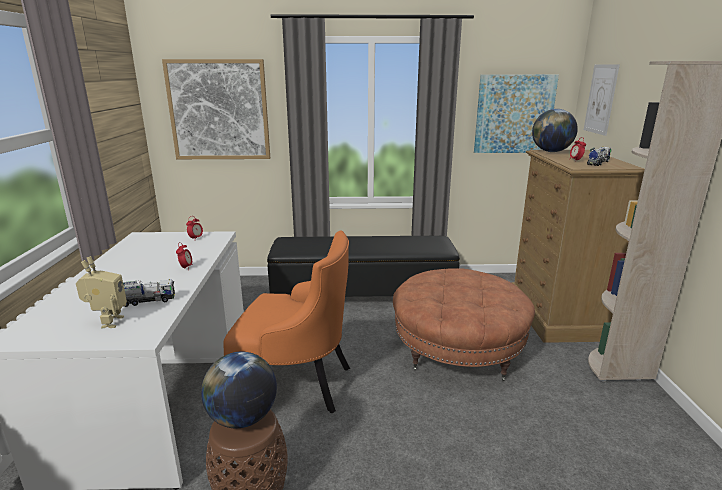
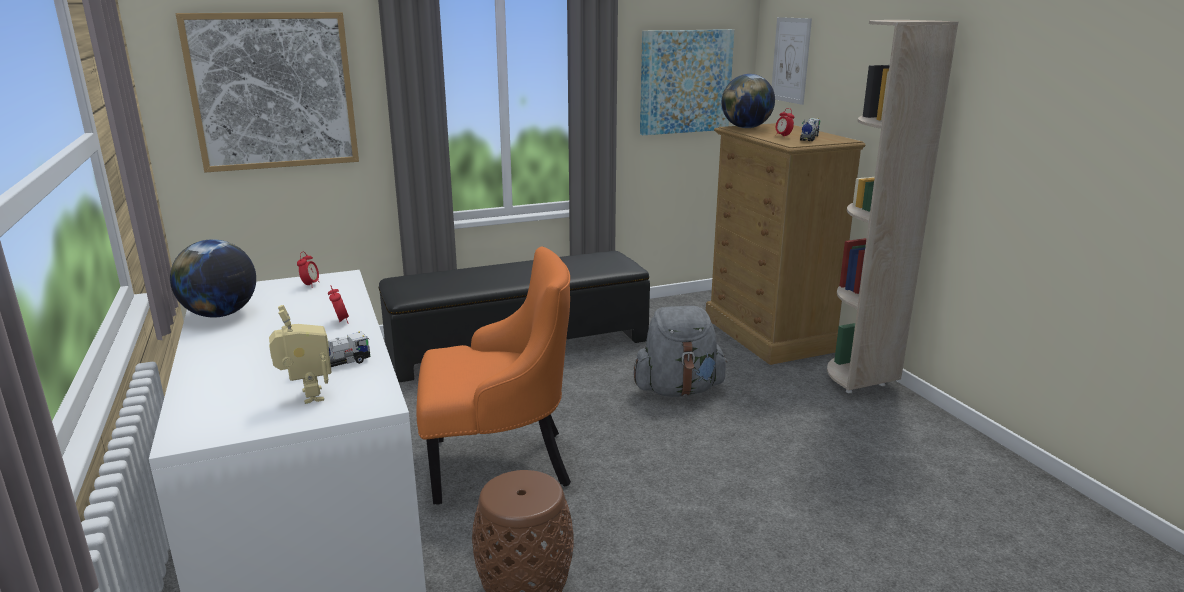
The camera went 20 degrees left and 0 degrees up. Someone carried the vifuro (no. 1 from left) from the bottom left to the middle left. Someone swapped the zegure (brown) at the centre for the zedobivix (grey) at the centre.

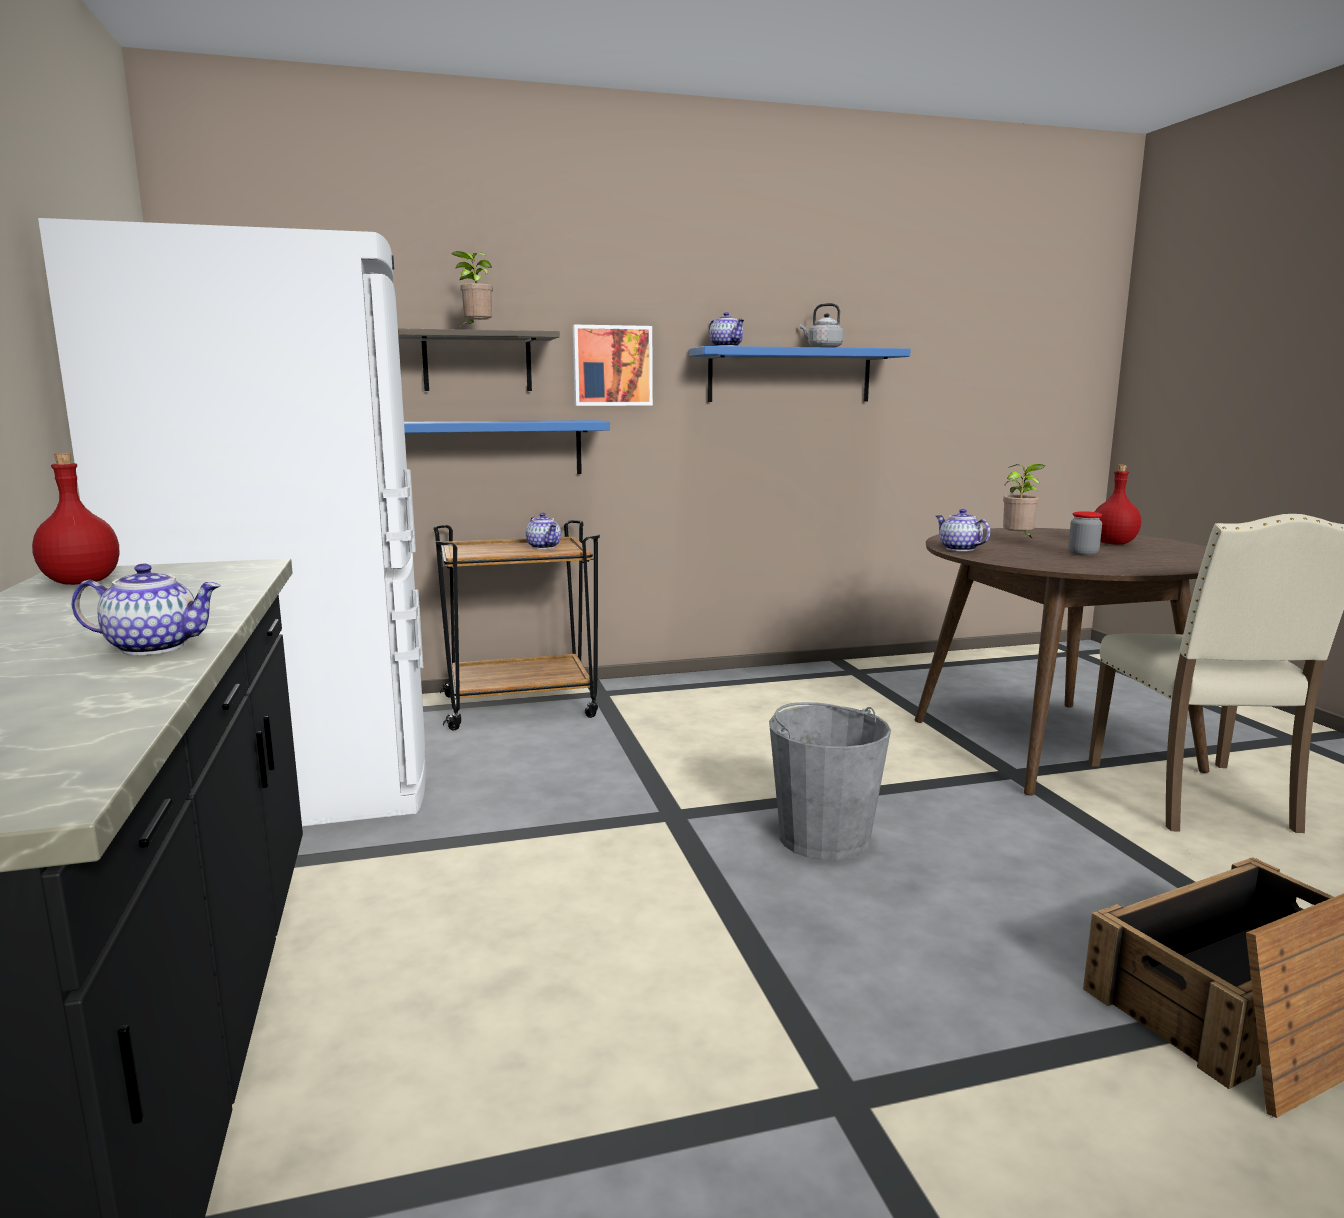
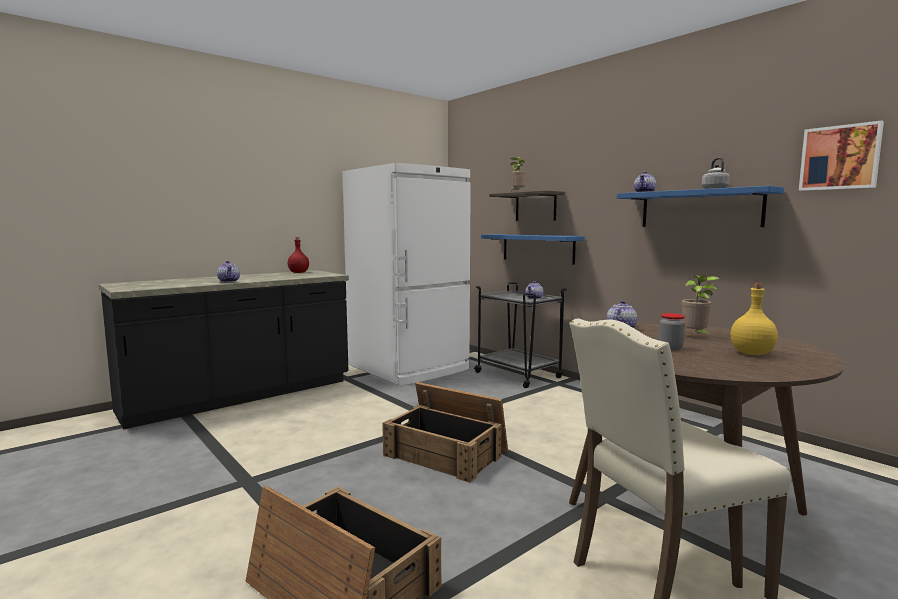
The camera went 65 degrees right and 5 degrees down. Someone carried the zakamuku from the top centre to the top right. Someone swapped the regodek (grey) at the centre for the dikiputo (no. 2 from left) at the bottom centre. Someone repainted the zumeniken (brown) at the centre, which became the zumeniken (grey) at the centre. Someone repainted the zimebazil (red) (no. 2 from left) at the middle right, which became the zimebazil (yellow) at the middle right.

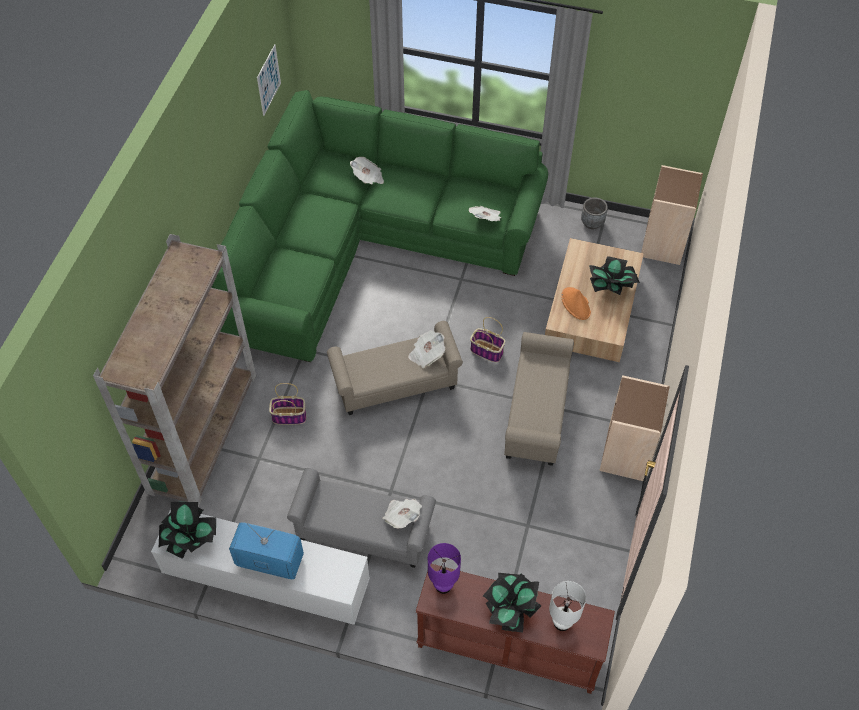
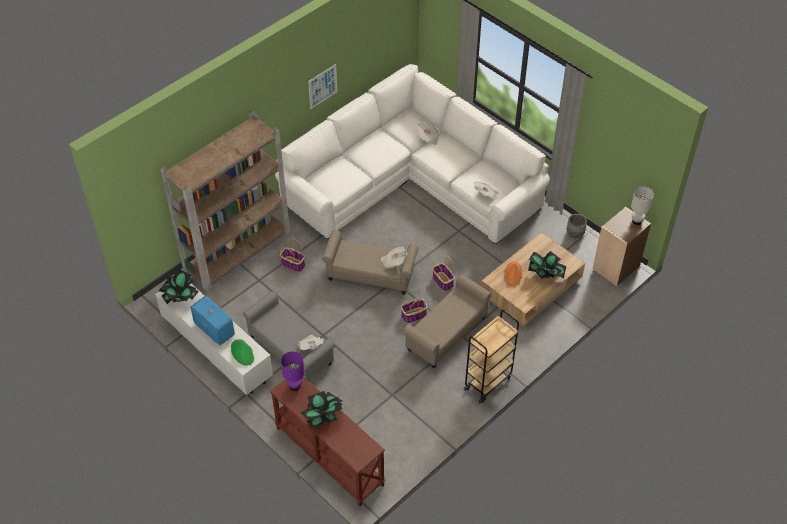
The camera went 30 degrees right and 5 degrees down. Someone put down the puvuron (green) at the bottom left. Someone put down the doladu (no. 2 from left) at the centre. Someone carried the zakamuku from the top left to the top centre. Someone carried the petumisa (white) from the bottom centre to the middle right. Someone swapped the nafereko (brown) (no. 2 from left) at the middle right for the zumeniken (brown) at the bottom centre. Someone repainted the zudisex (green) at the top centre, which became the zudisex (white) at the top centre.

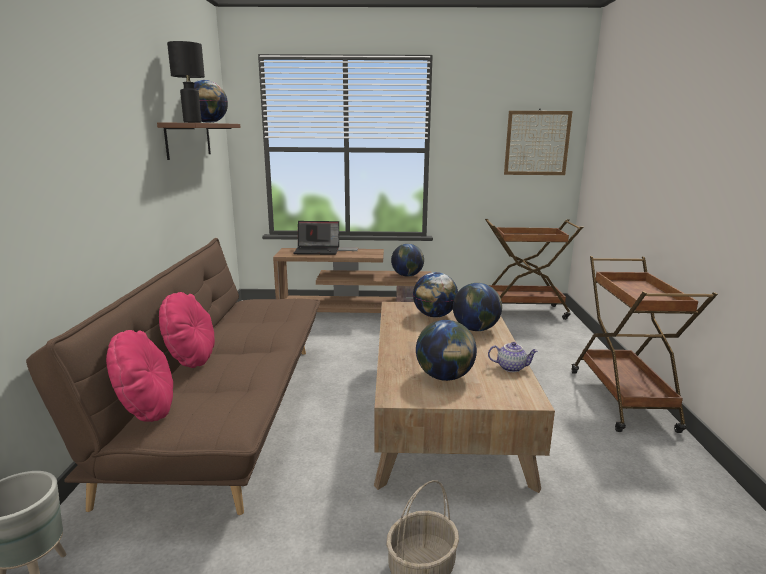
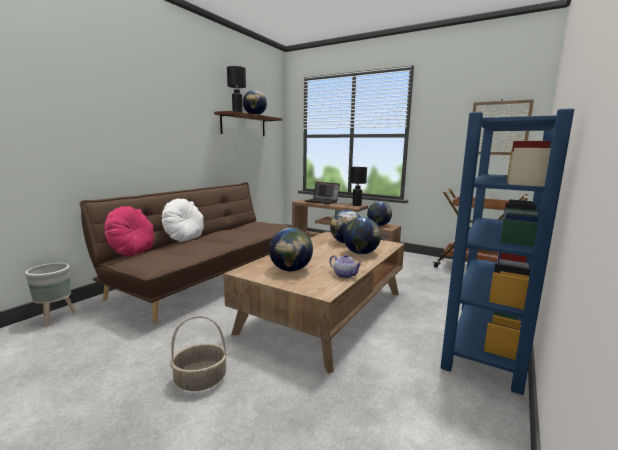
The camera went 30 degrees right and 5 degrees down. Someone put down the petumisa (black) (no. 2 from left) at the centre. Someone swapped the zumeniken (brown) (no. 2 from left) at the middle right for the nafereko (blue) at the middle right. Someone repainted the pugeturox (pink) (no. 2 from left) at the middle left, which became the pugeturox (white) at the middle left.

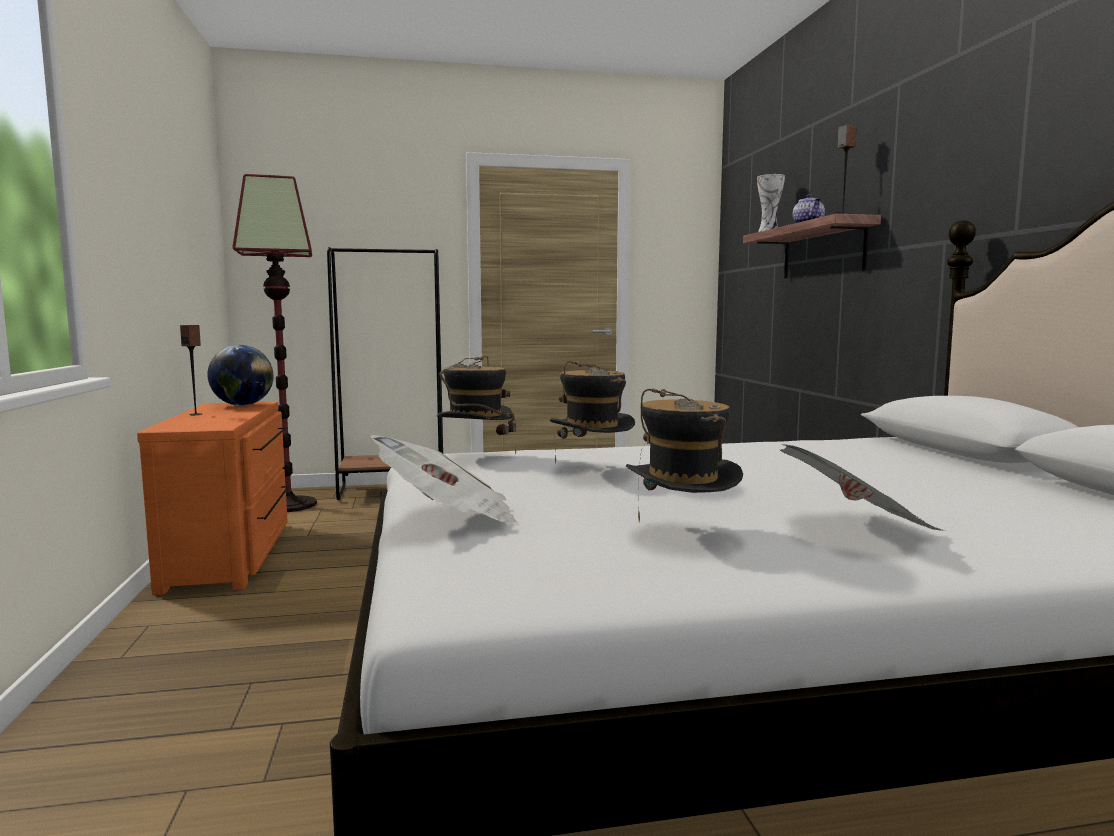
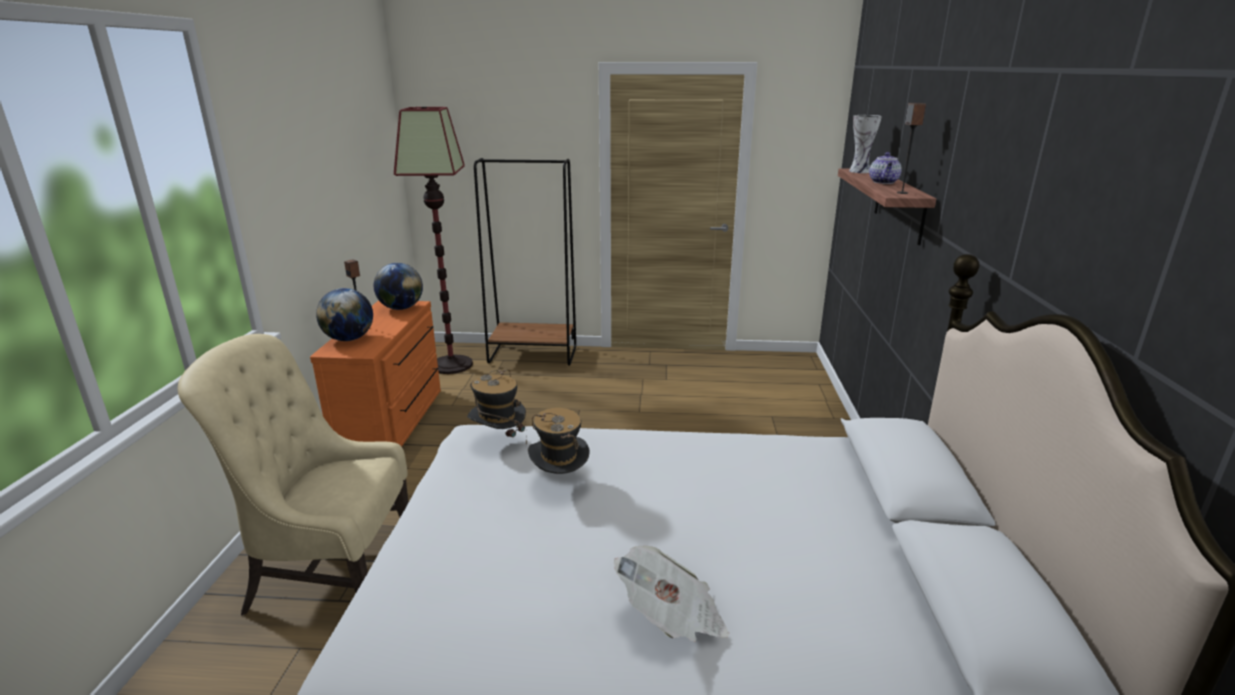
The camera went 15 degrees right and 15 degrees up. Someone took away the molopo (no. 1 from left) at the centre. Someone took away the puvuron (no. 3 from left) at the centre. Someone put down the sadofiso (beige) at the bottom left. Someone put down the vifuro (no. 1 from left) at the middle left.

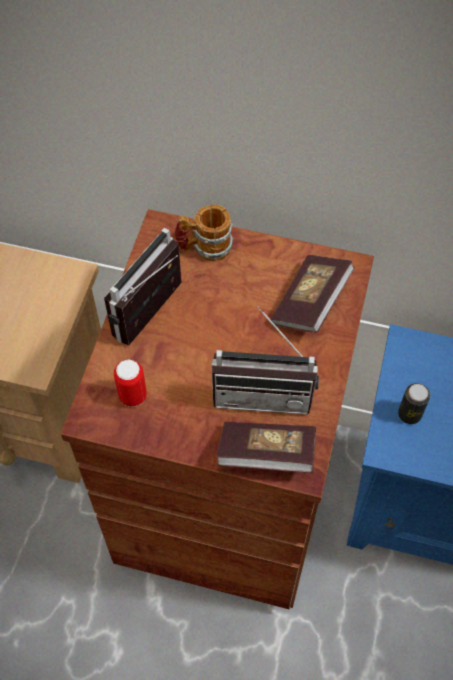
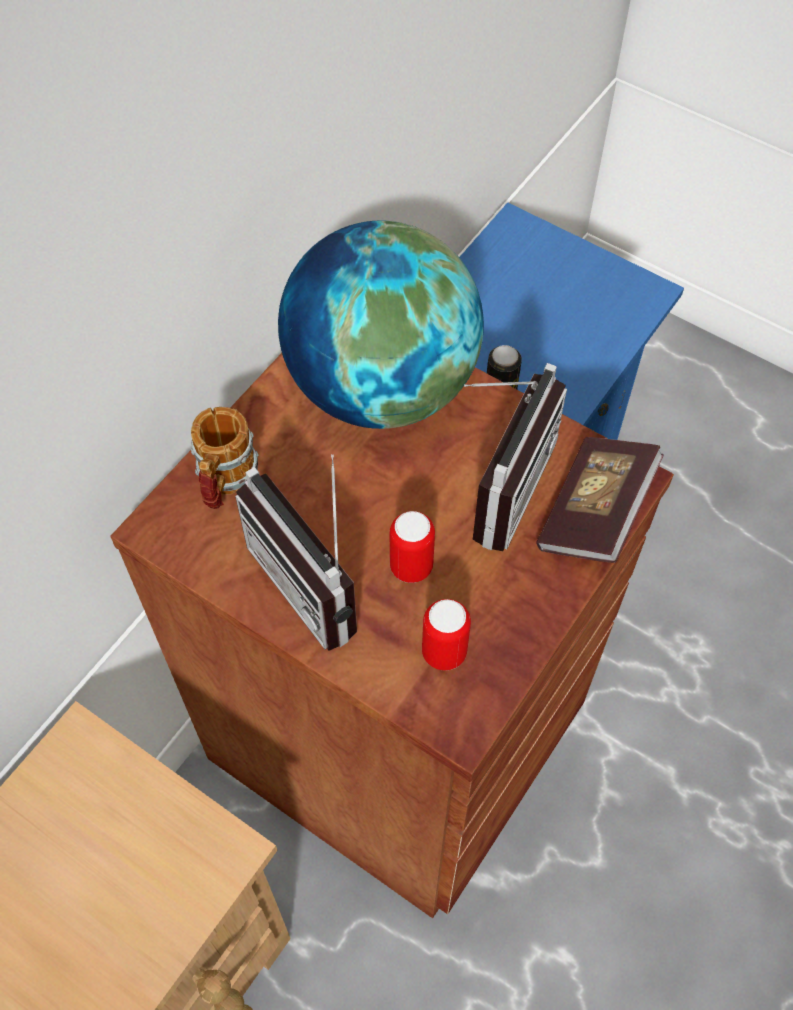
The camera went 70 degrees left and 0 degrees up. Someone put down the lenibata (no. 1 from left) at the centre. Someone swapped the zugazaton (no. 2 from left) at the middle right for the vifuro at the top centre.

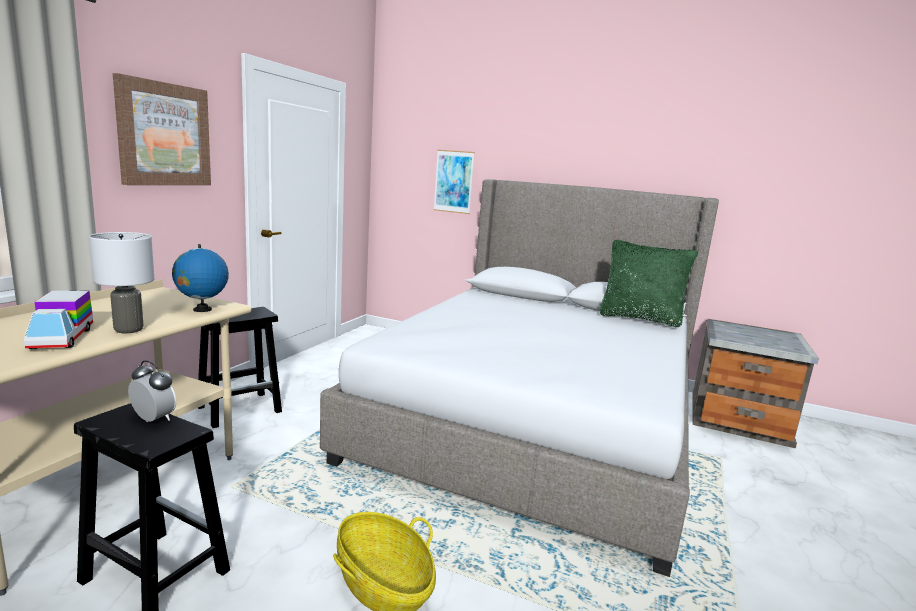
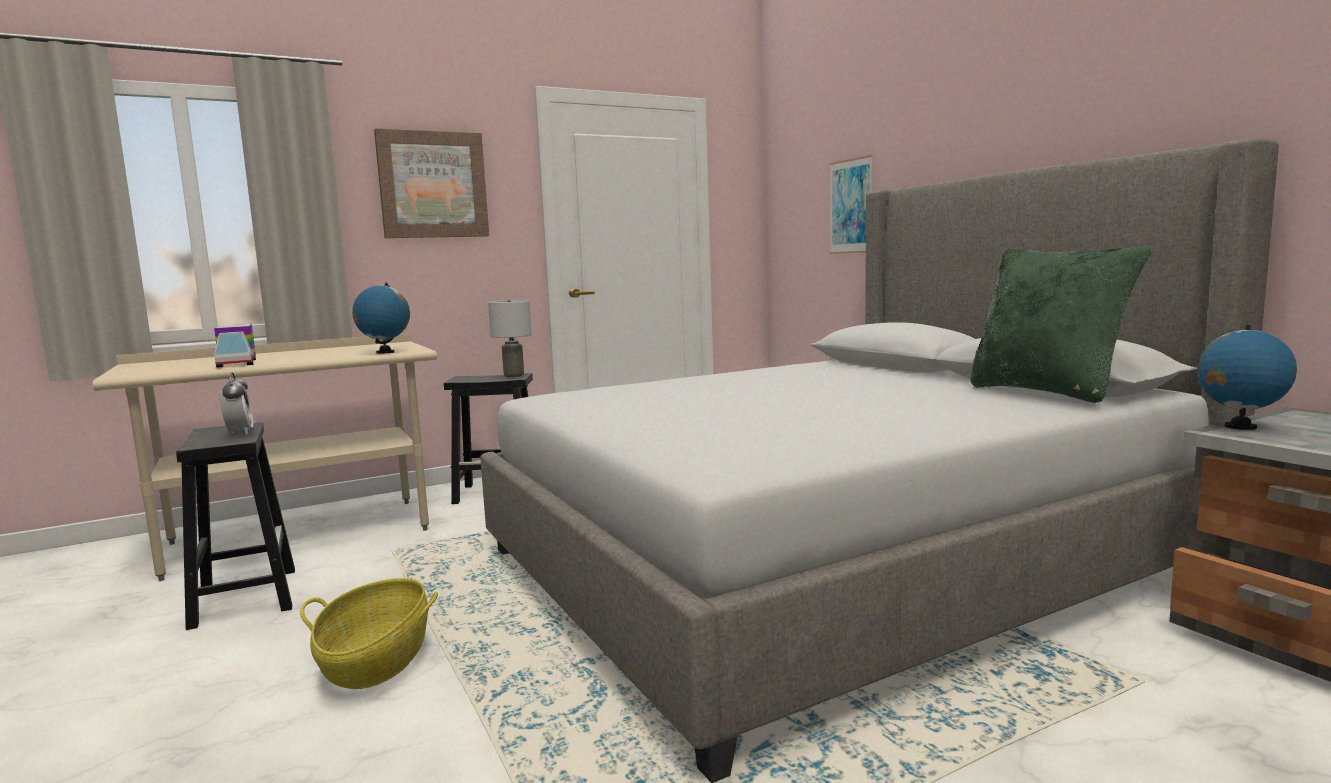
The camera went 40 degrees right and 5 degrees down. Someone put down the vifuro (no. 2 from left) at the middle right. Someone carried the petumisa (white) from the middle left to the centre. Someone rotated the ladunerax at the middle left by 45 degrees counterclockwise.

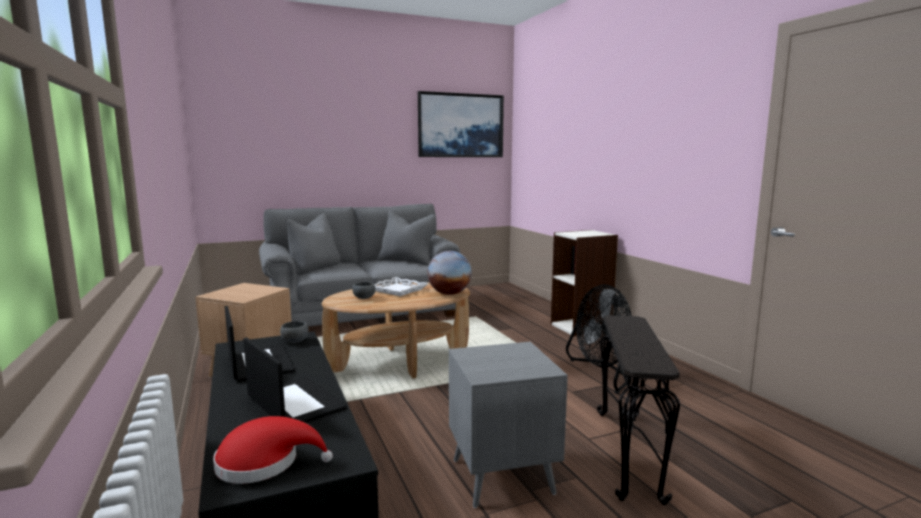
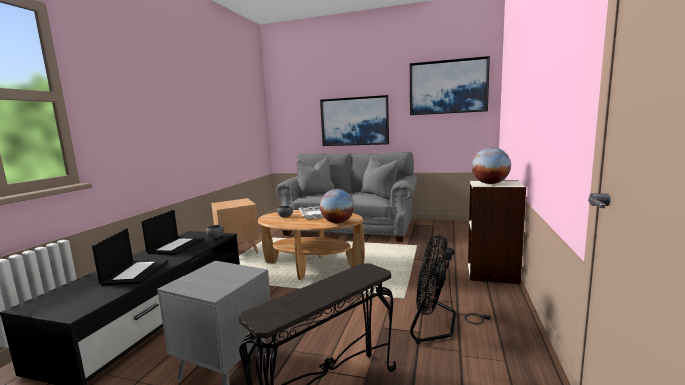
The camera went 40 degrees right and 0 degrees up. Someone took away the puvuron (red) at the bottom left. Someone put up the zakamuku (no. 1 from left) at the top centre. Someone put down the vifuro (no. 2 from left) at the middle right.

